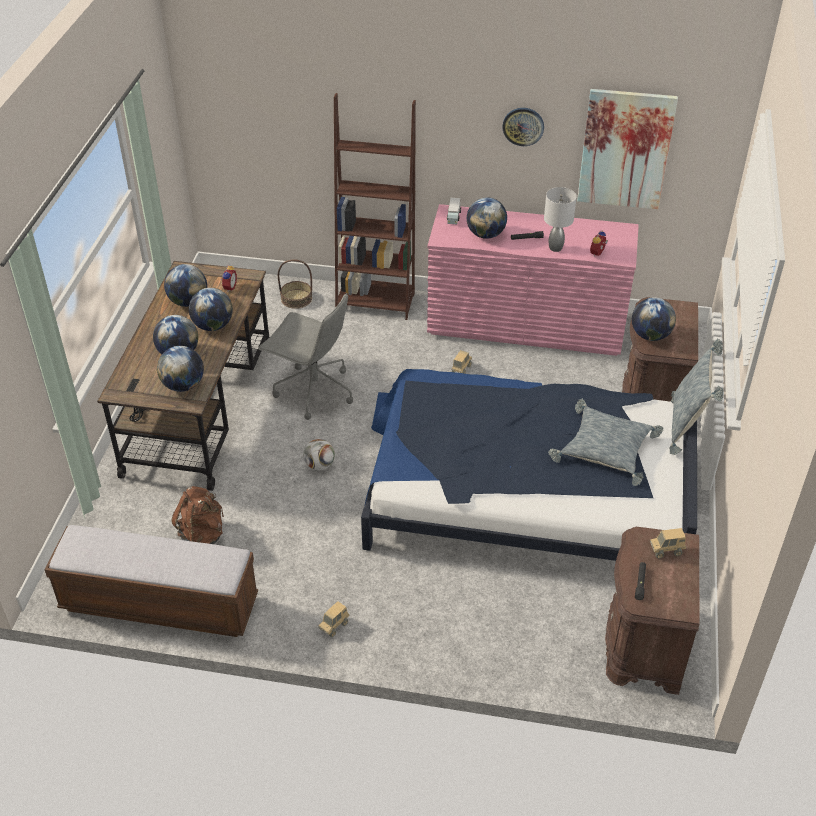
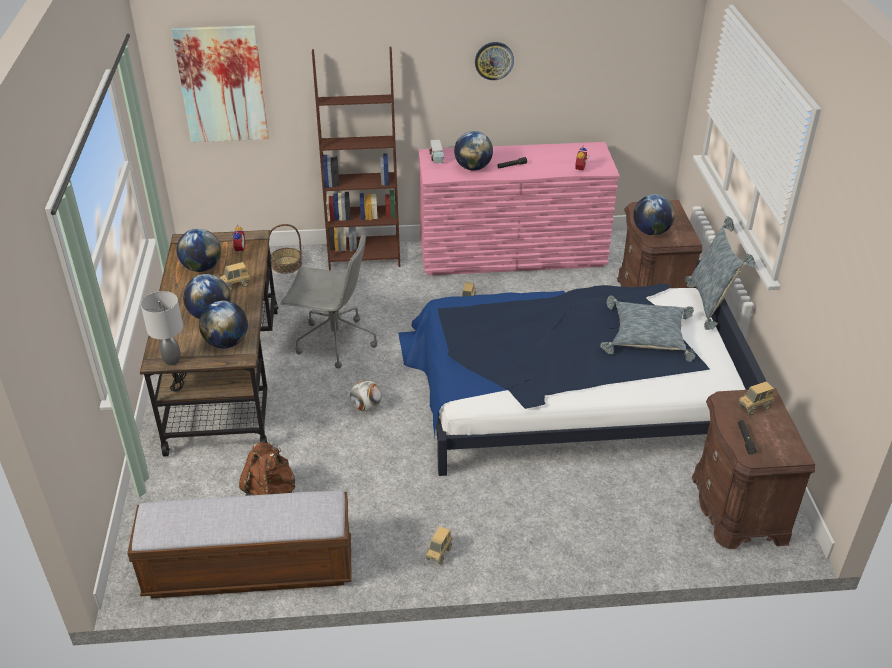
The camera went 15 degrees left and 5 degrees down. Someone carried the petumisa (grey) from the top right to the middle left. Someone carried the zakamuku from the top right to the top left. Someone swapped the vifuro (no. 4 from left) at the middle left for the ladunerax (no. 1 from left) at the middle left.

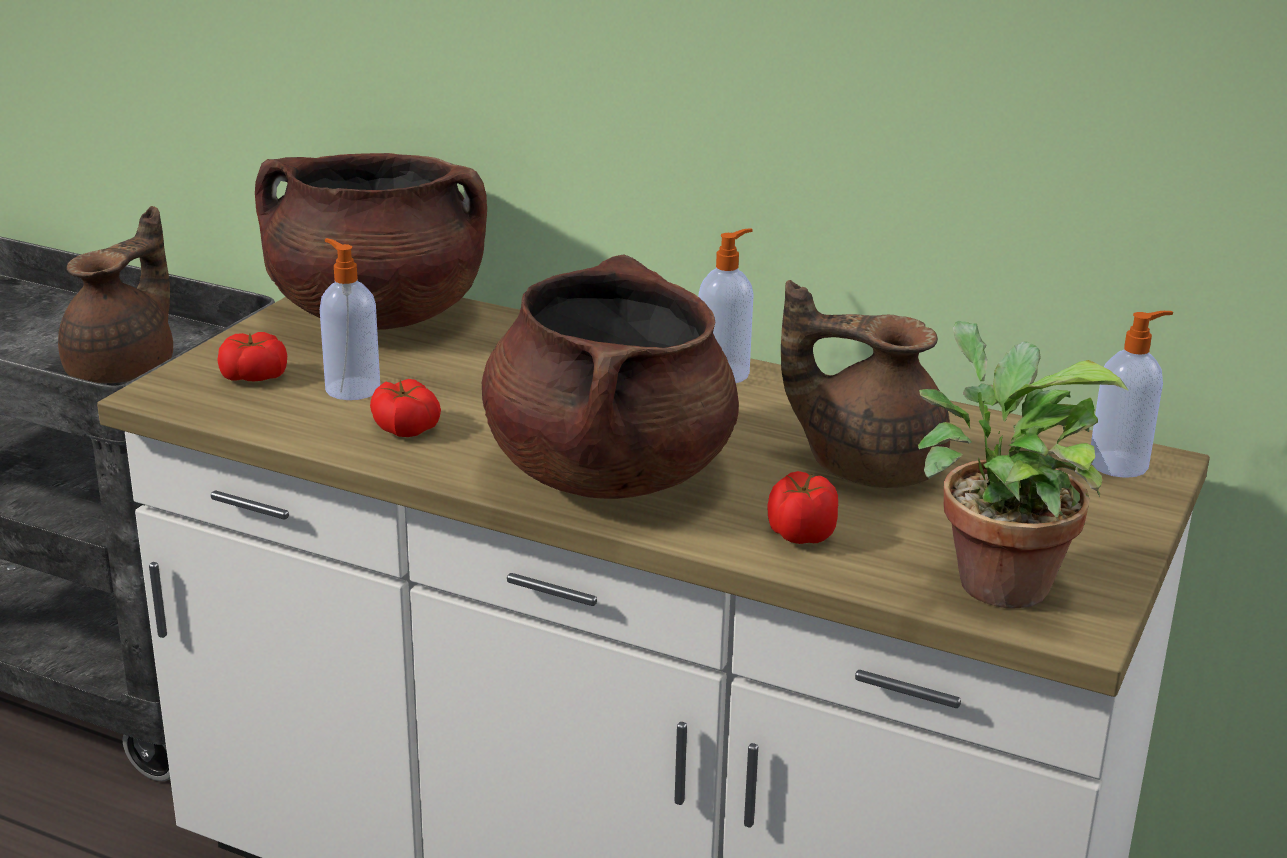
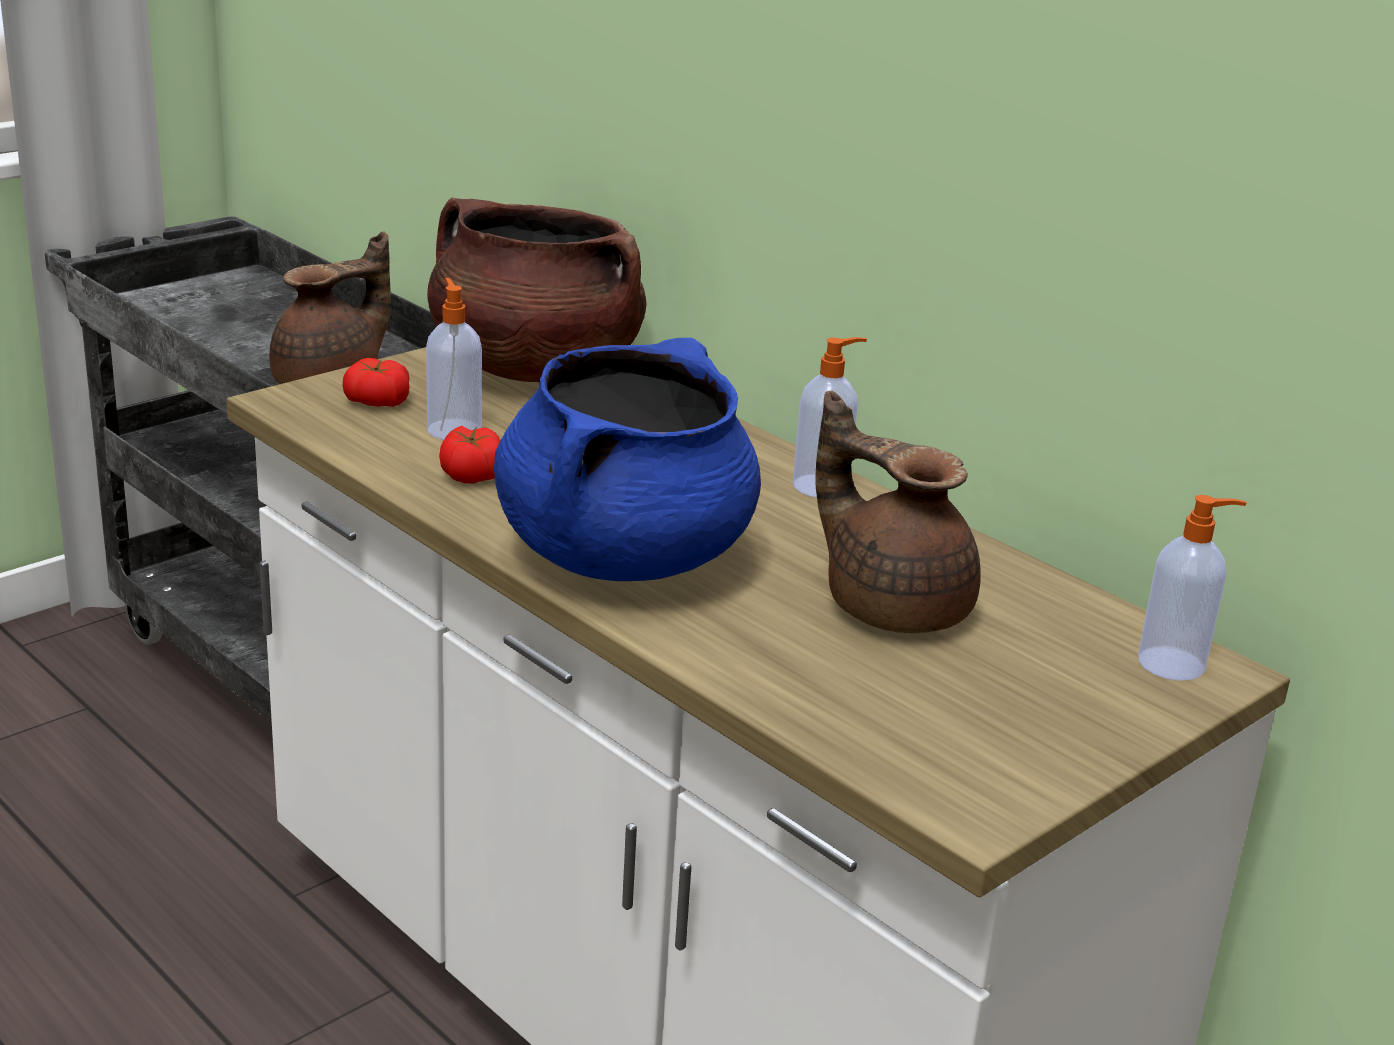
The camera went 20 degrees right and 0 degrees up. Someone took away the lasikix (no. 3 from left) at the centre. Someone took away the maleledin at the middle right. Someone repainted the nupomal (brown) (no. 2 from left) at the centre, which became the nupomal (blue) at the centre.

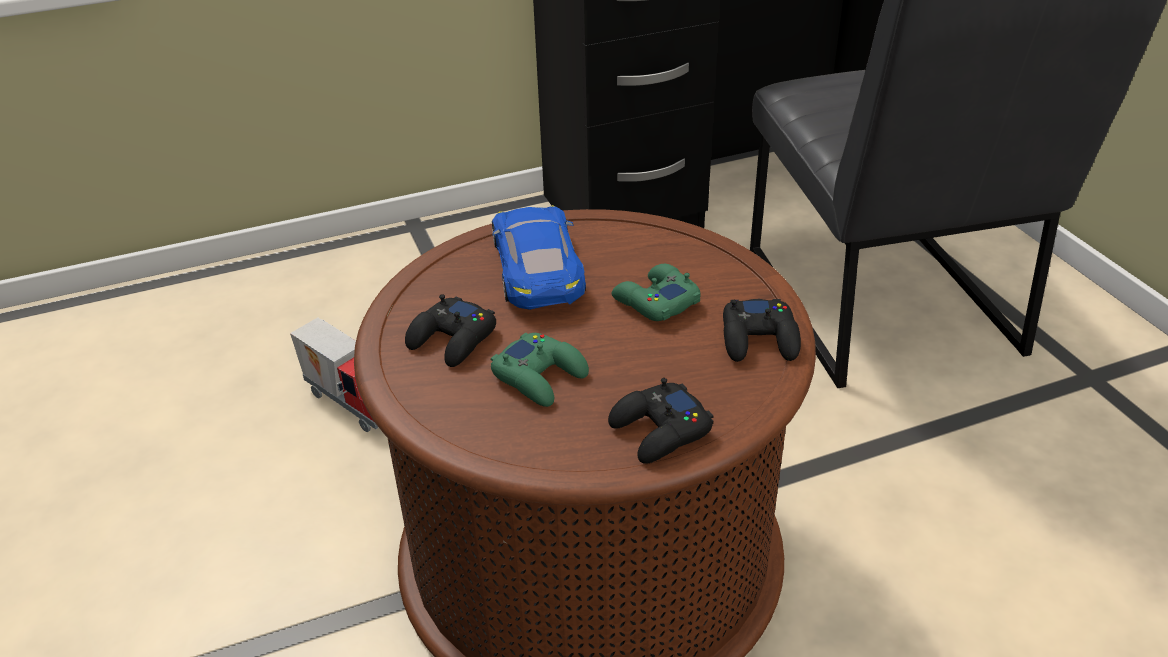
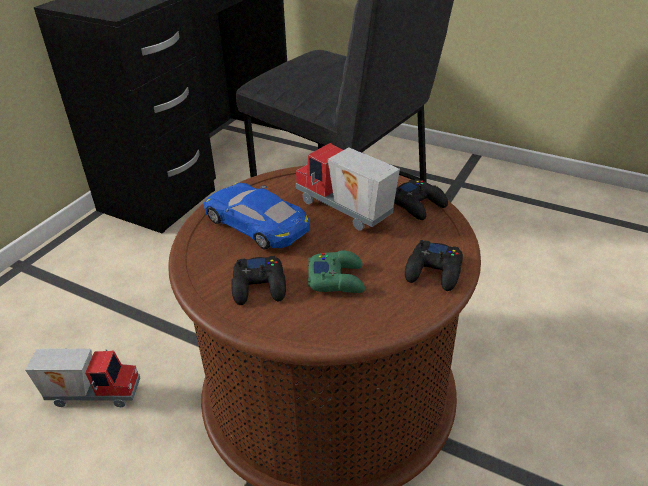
The camera went 40 degrees left and 0 degrees up. Someone swapped the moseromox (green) (no. 2 from left) at the centre for the ladunerax (no. 2 from left) at the centre.

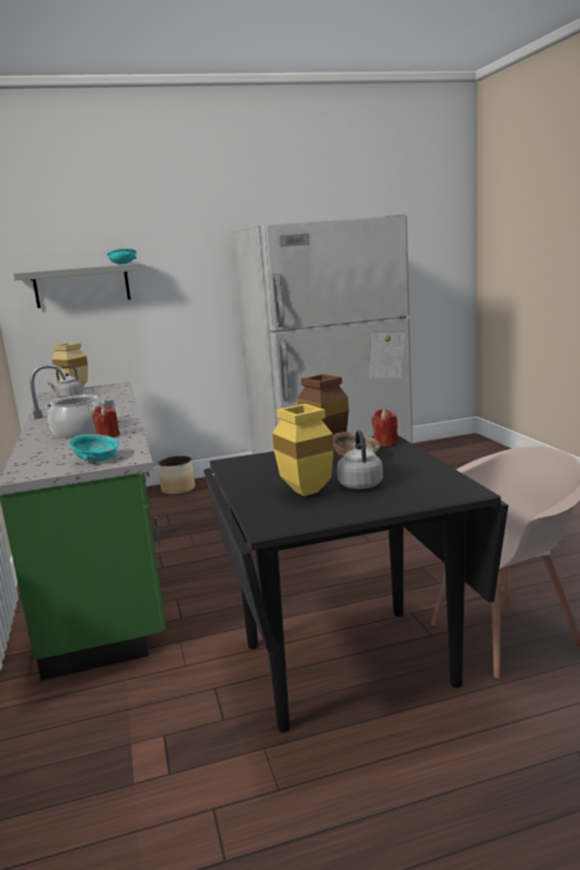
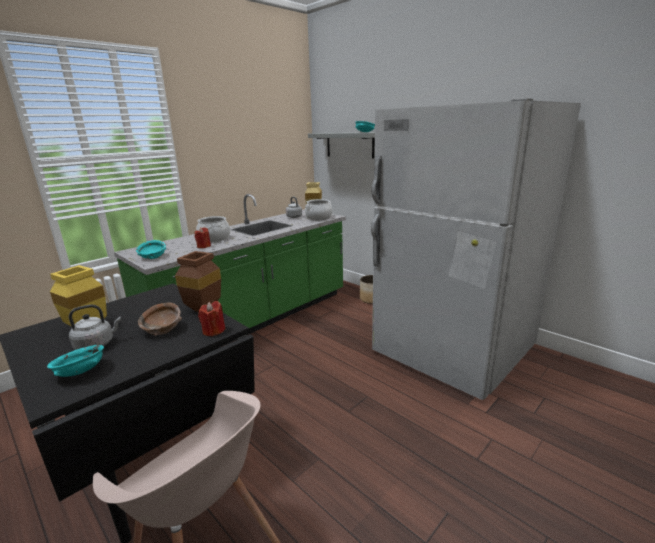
The camera went 60 degrees right and 5 degrees up. Someone put down the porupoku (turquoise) (no. 1 from left) at the middle left. Someone put down the nupomal (no. 2 from left) at the centre.

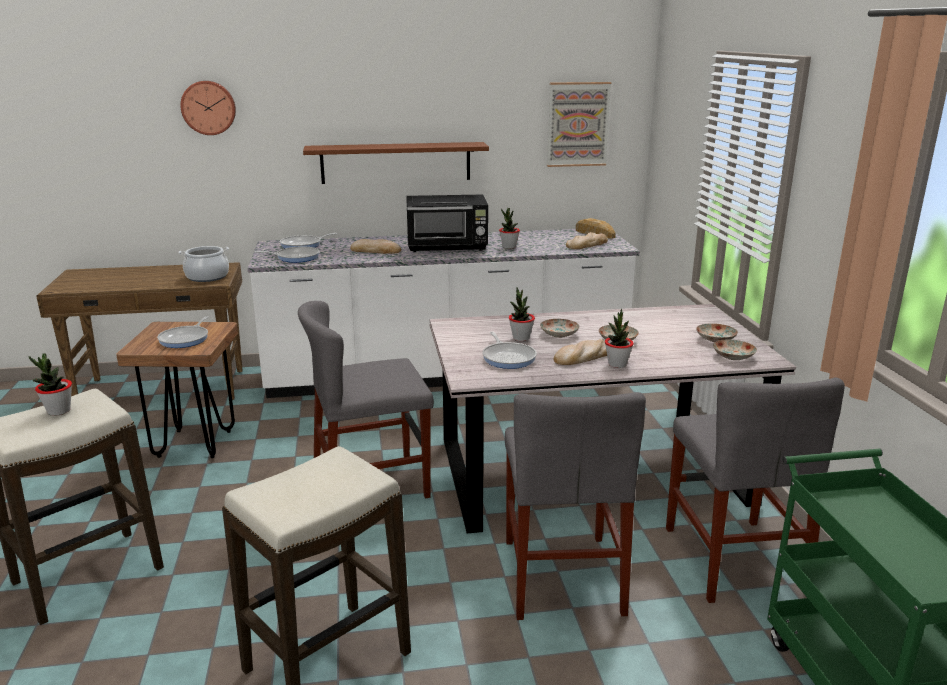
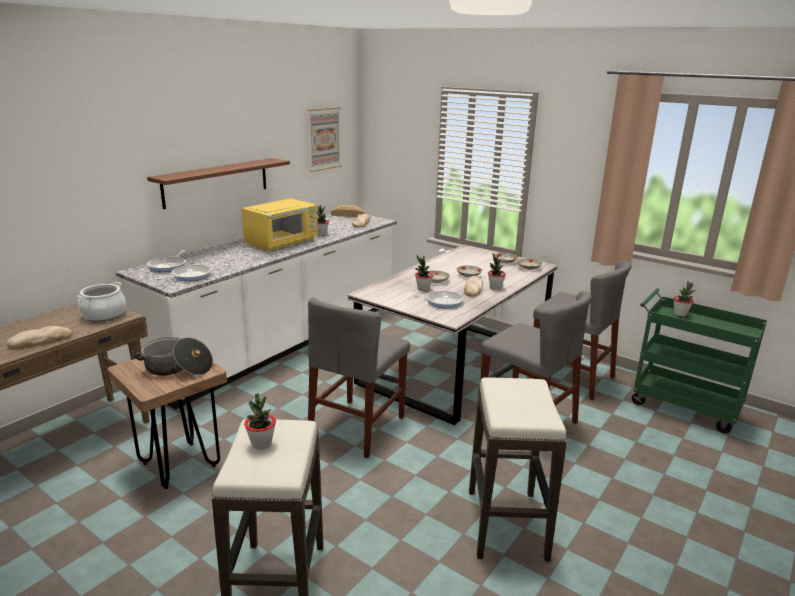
The camera went 45 degrees left and 0 degrees up. Someone took away the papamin at the top left. Someone put down the maleledin (no. 5 from left) at the middle right. Someone carried the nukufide (no. 1 from left) from the centre to the middle left. Someone swapped the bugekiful (no. 1 from left) at the middle left for the nupomal (no. 2 from left) at the middle left. Someone repainted the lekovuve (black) at the top centre, which became the lekovuve (yellow) at the centre.

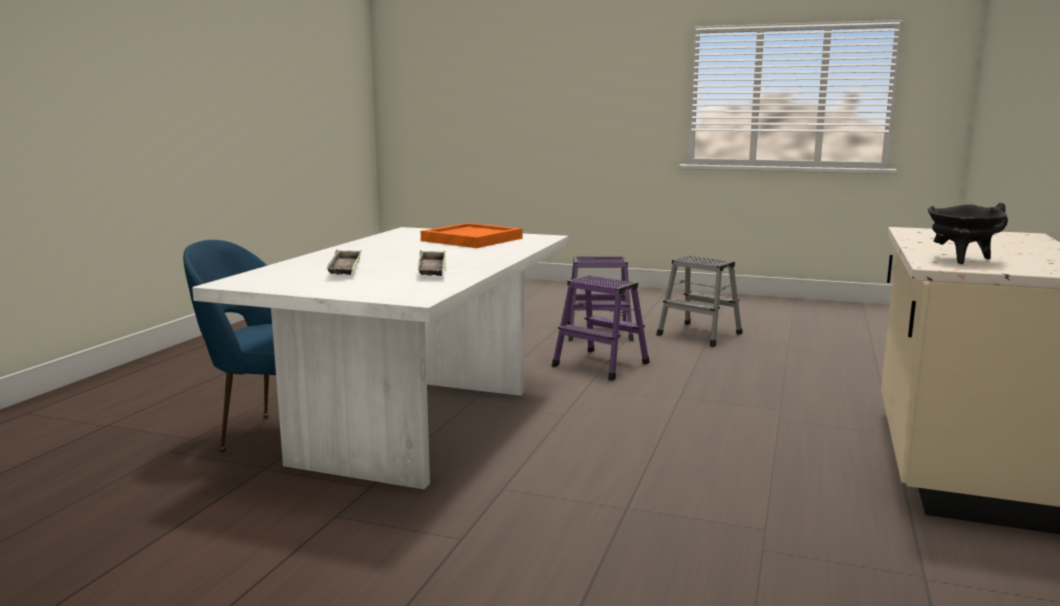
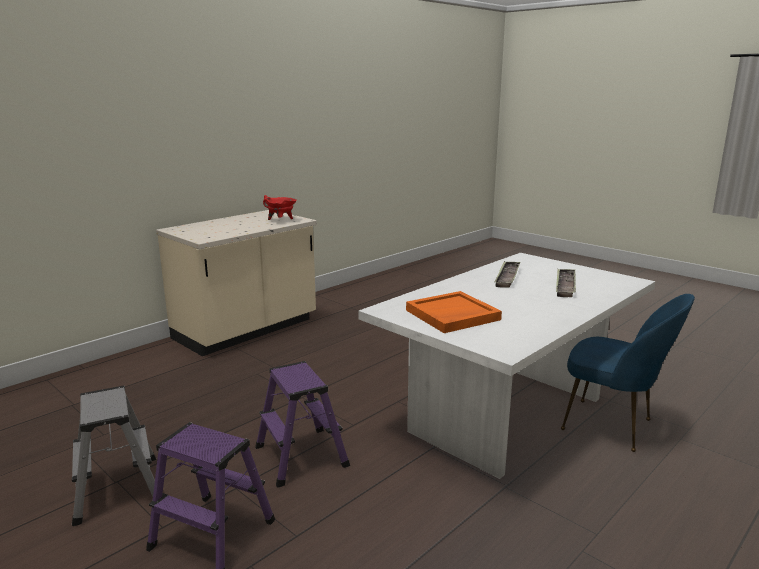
The camera went 155 degrees left and 5 degrees up. Someone repainted the nupomal (black) at the middle right, which became the nupomal (red) at the centre.

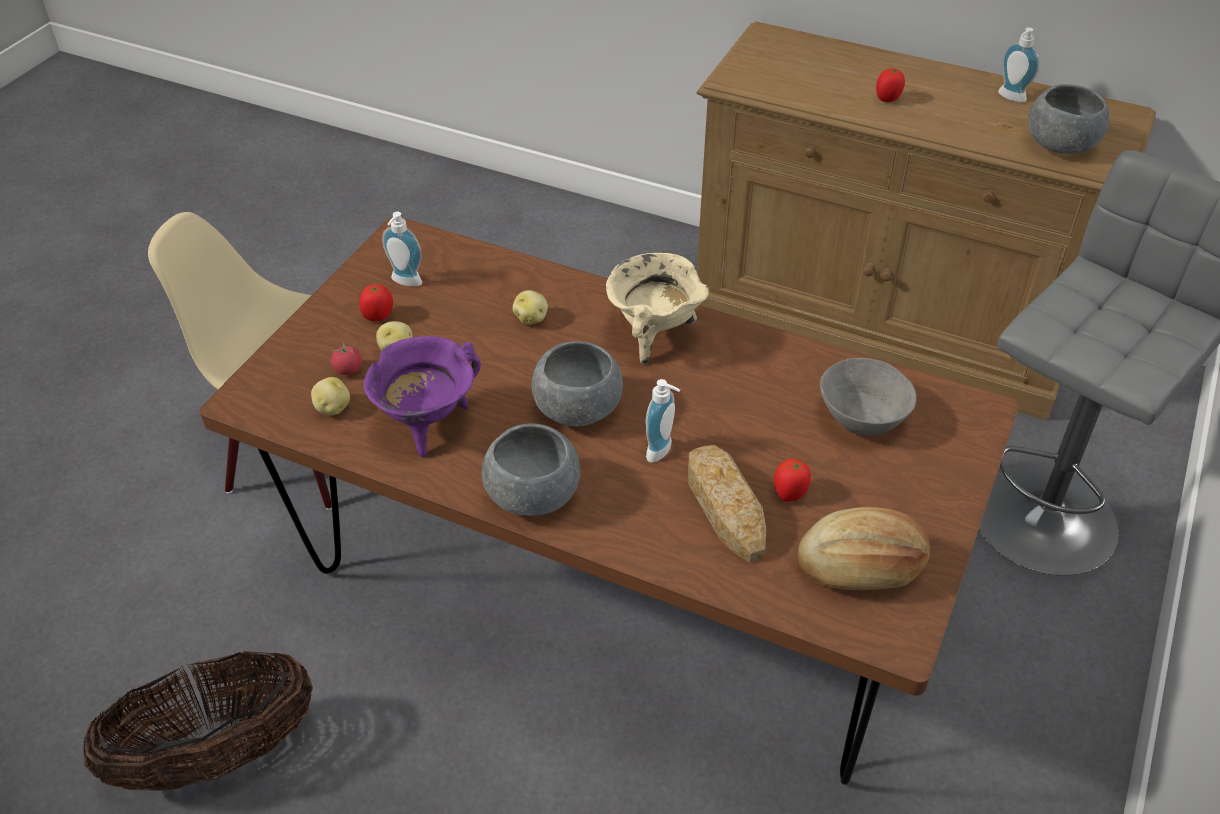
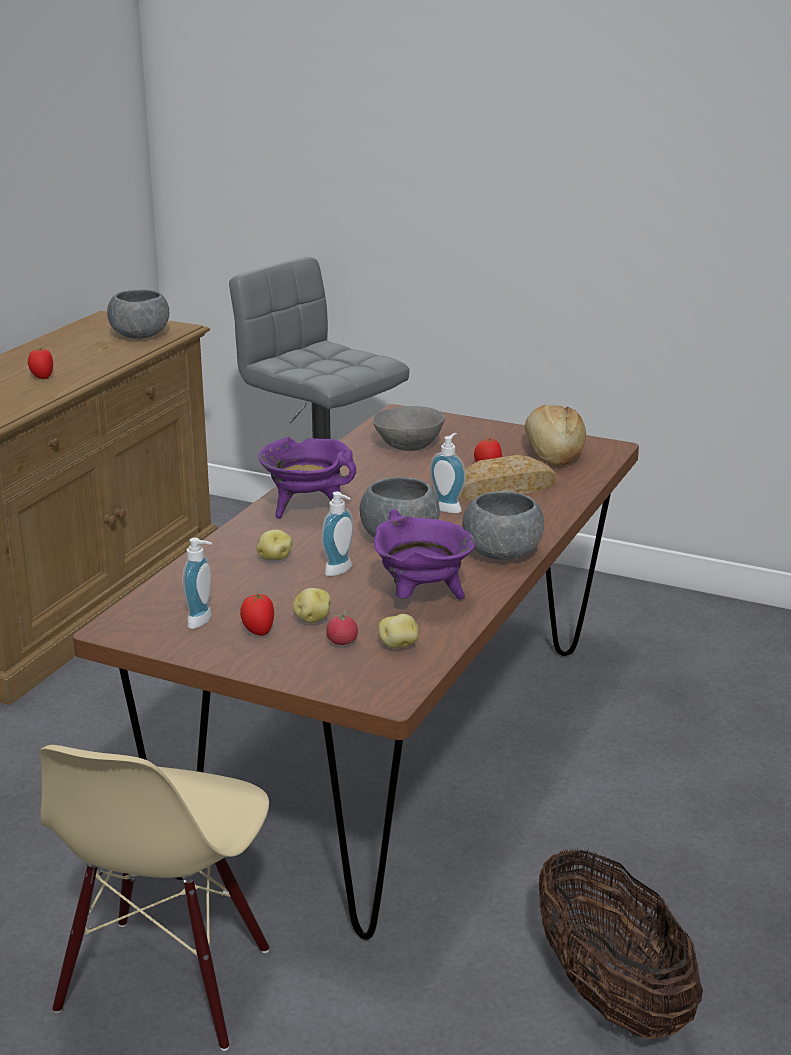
The camera went 90 degrees left and 20 degrees down. Someone carried the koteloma (no. 3 from left in the first image) from the top right to the centre. Someone repainted the nupomal (beige) at the centre, which became the nupomal (purple) (no. 1 from left) at the centre.

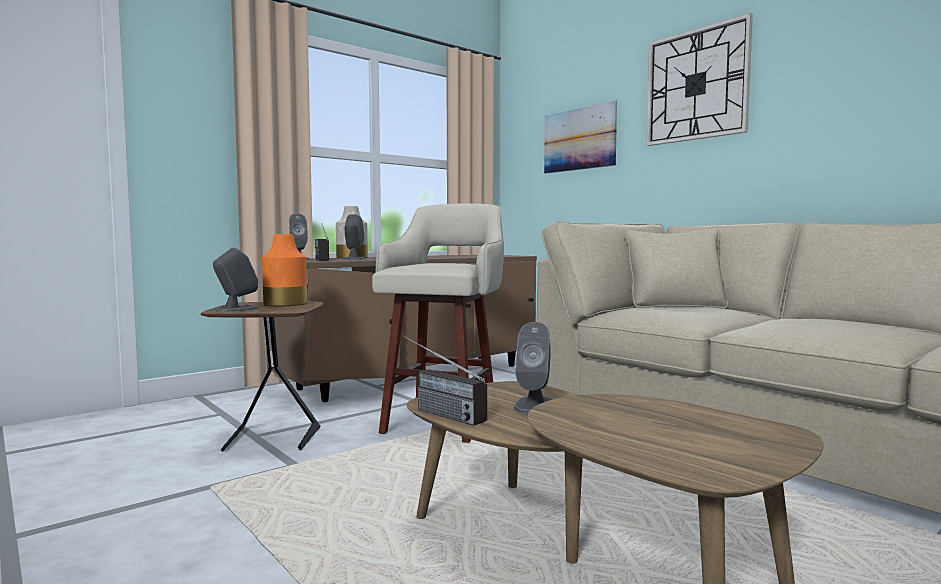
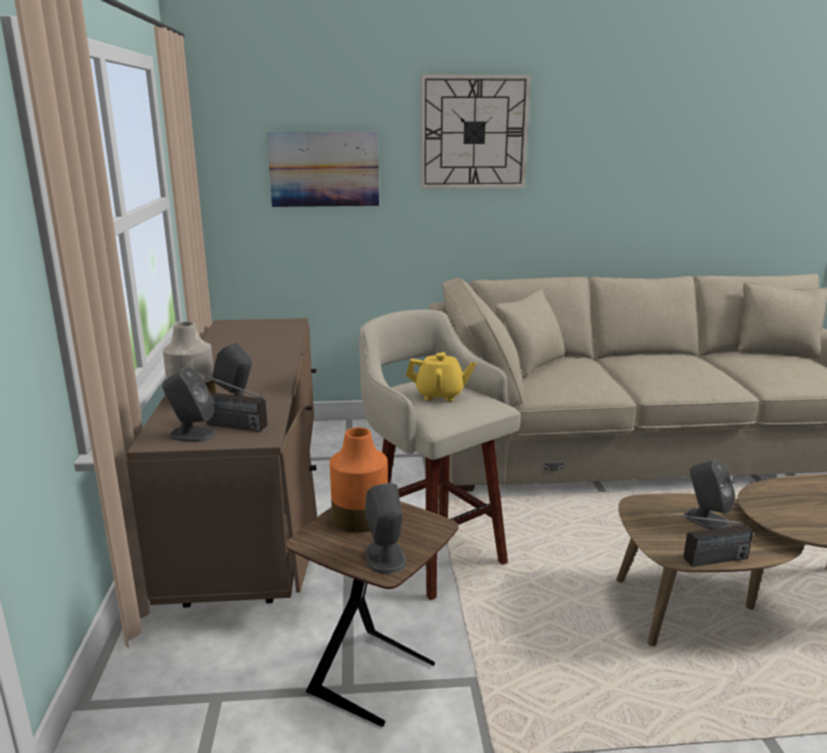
The camera went 55 degrees left and 15 degrees up. Someone put down the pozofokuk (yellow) at the centre.

